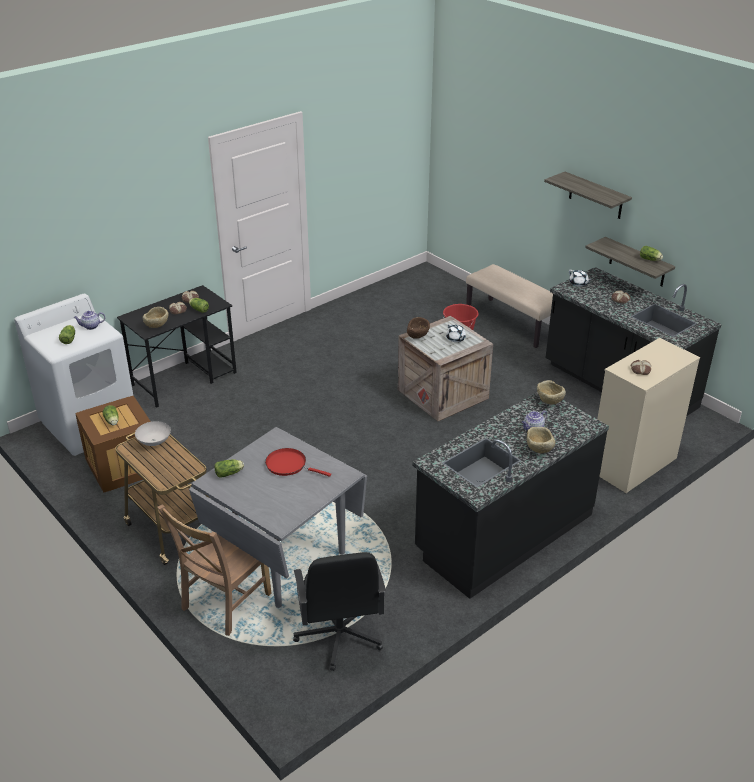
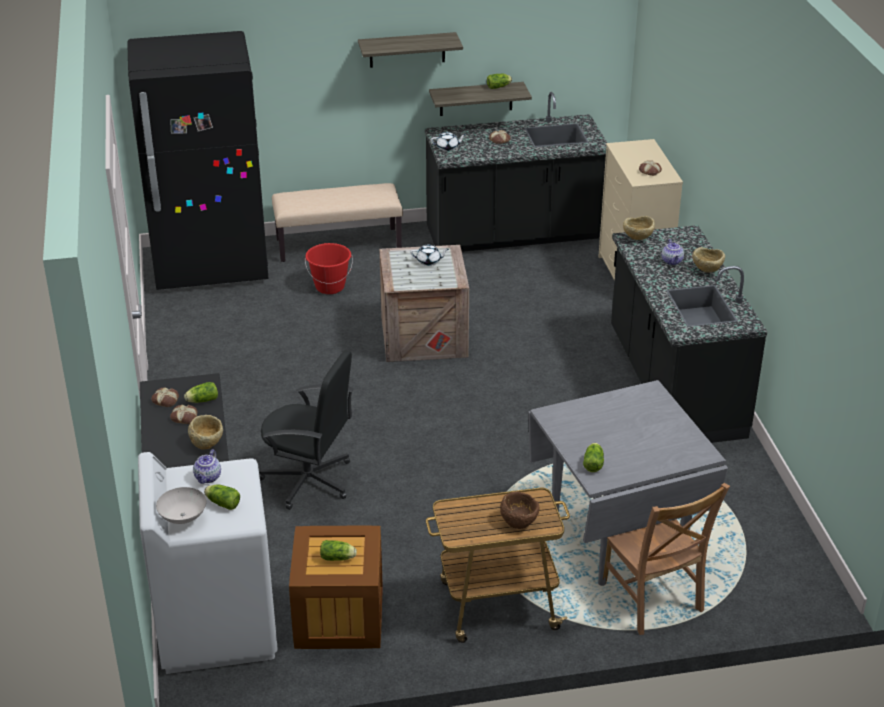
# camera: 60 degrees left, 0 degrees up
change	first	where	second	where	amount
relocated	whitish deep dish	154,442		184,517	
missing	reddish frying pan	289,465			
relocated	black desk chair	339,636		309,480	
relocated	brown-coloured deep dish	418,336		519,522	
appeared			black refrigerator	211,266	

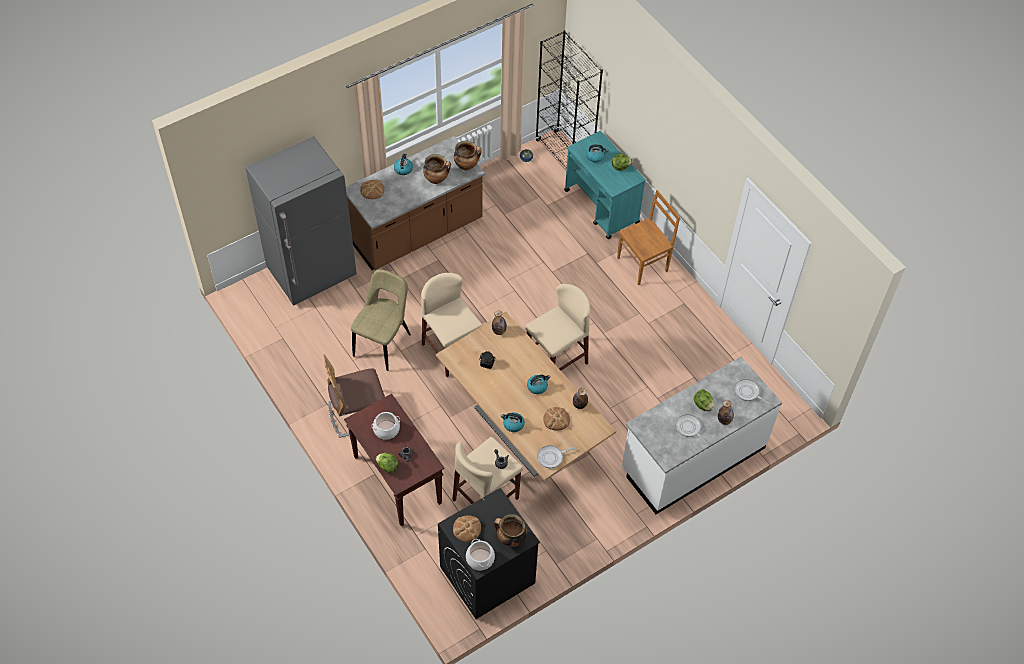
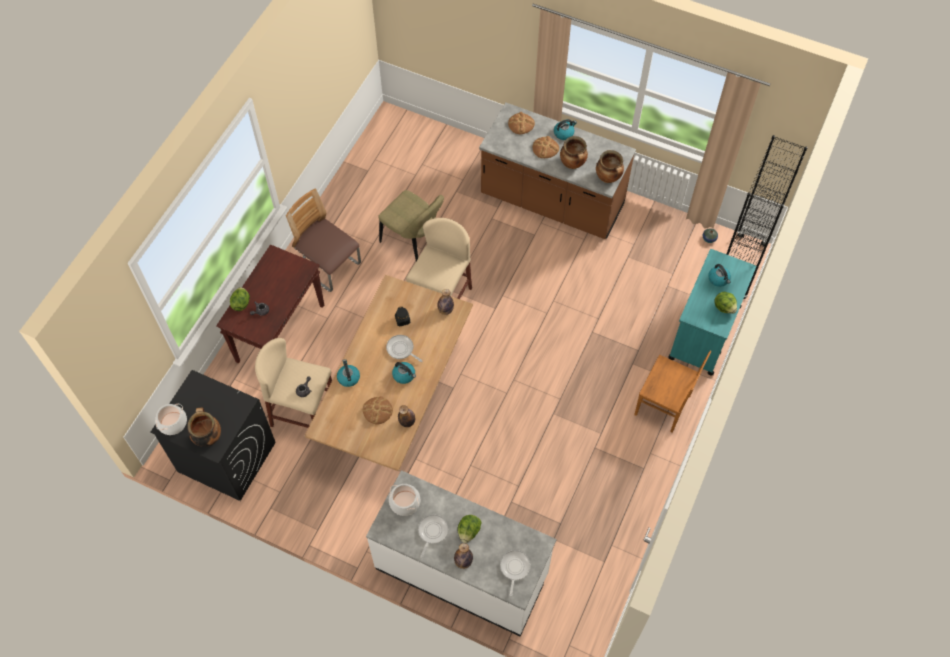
# camera: 60 degrees right, 5 degrees up
change	first	where	second	where	amount
missing	grey refrigerator	312,274			
spun	sand-coloured chair	383,343		414,244	45 degrees clockwise
relocated	saucepot	386,430		404,502	
relocated	baked bread	467,529		545,148	
missing	sand-coloured stool	556,361			
relocated	frying pan	551,457		401,349	

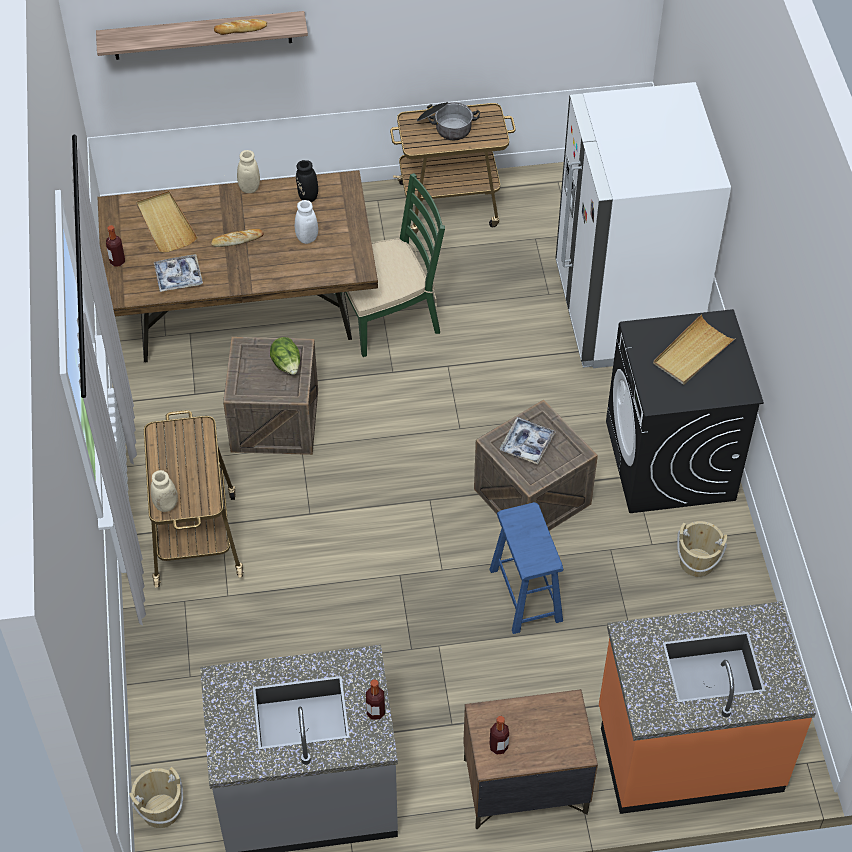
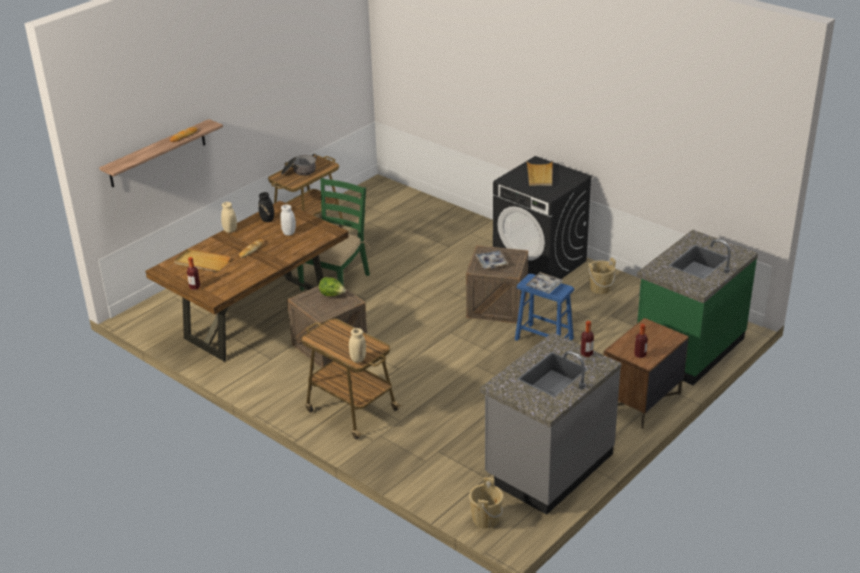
# camera: 40 degrees left, 20 degrees down
change	first	where	second	where	amount
relocated	serving tray	178,277		544,286	
missing	whitish refrigerator	624,311			
colour	orange kitchen counter	688,749	green-coloured kitchen counter	688,348	

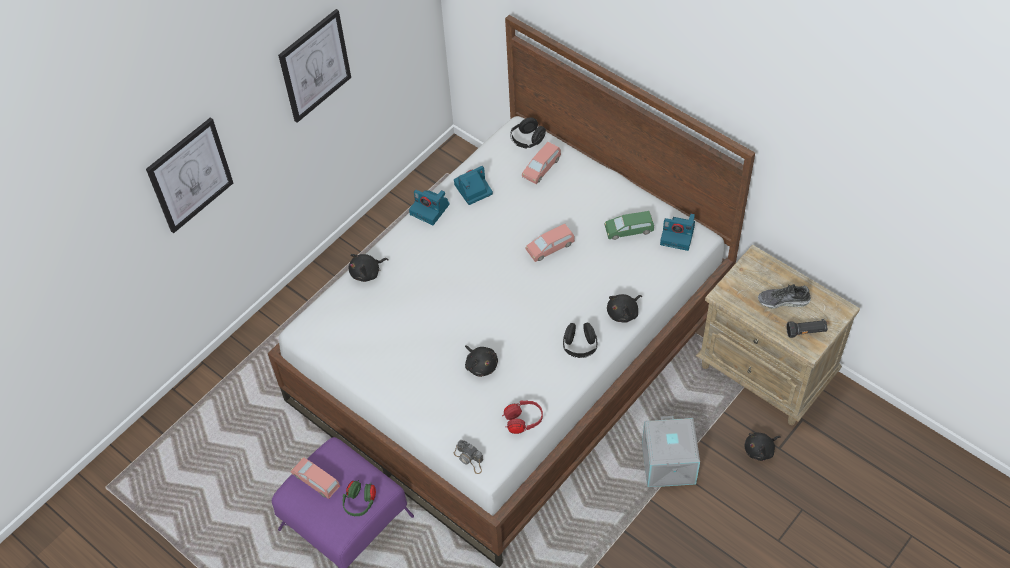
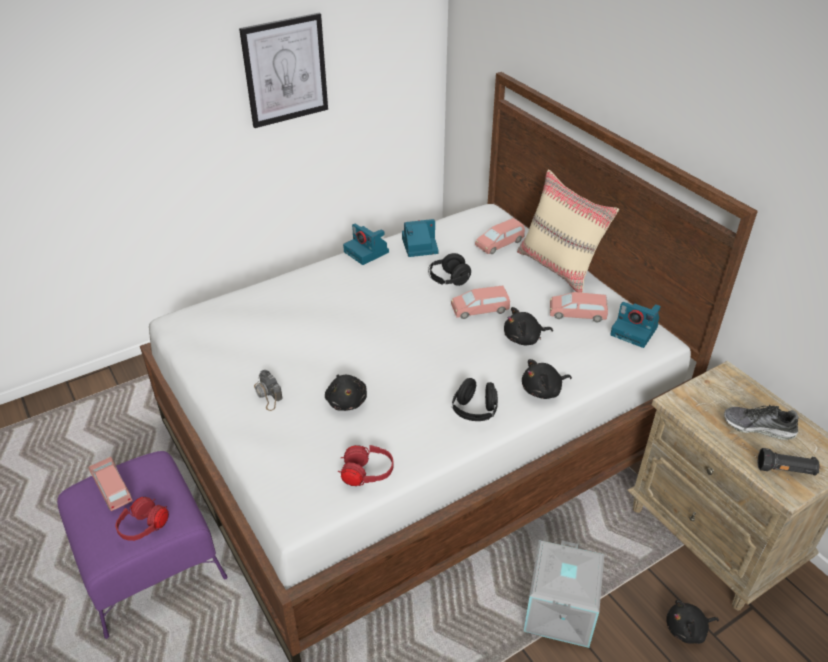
# camera: 15 degrees right, 15 degrees down
change	first	where	second	where	amount
missing	wall art	190,175			
colour	green-coloured headphones	360,502	reddish headphones	144,527	
relocated	black cuddly toy	367,273		524,338	
relocated	still camera	469,459		268,395	
relocated	black headphones	527,140		448,280	
colour	green-coloured miniature car	629,230	pinkish miniature car	577,314	
appeared			sand-coloured cushion	559,268	

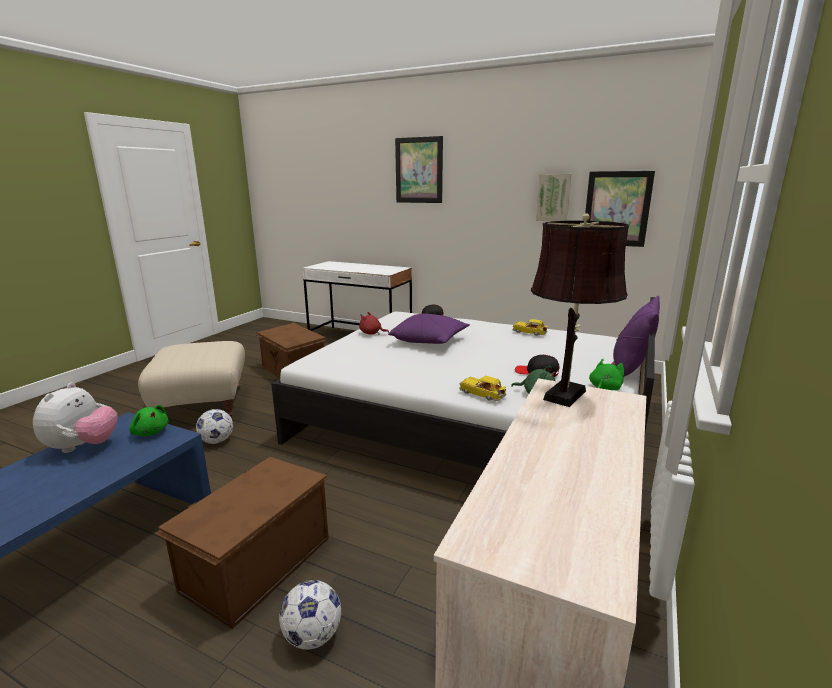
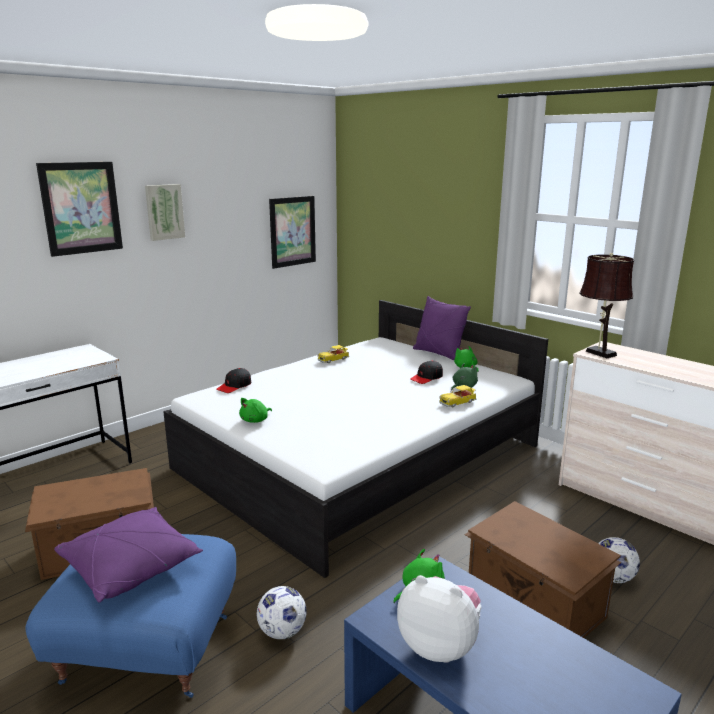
# camera: 70 degrees left, 0 degrees up
change	first	where	second	where	amount
colour	sand-coloured footrest	204,406	blue-coloured footrest	147,650	
colour	reddish cuddly toy	372,333	green-coloured cuddly toy	255,420	
relocated	purple-coloured cushion	429,340		131,567	
relocated	wall art	553,197		164,212	

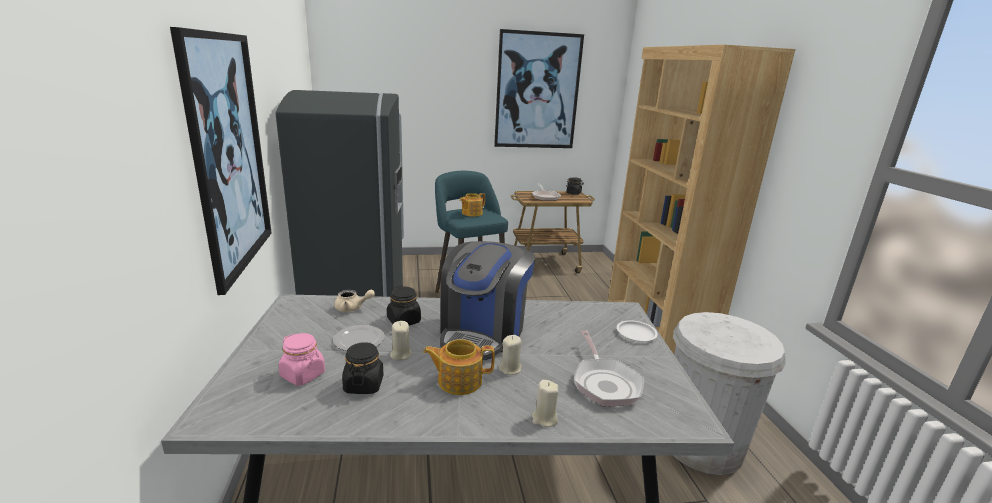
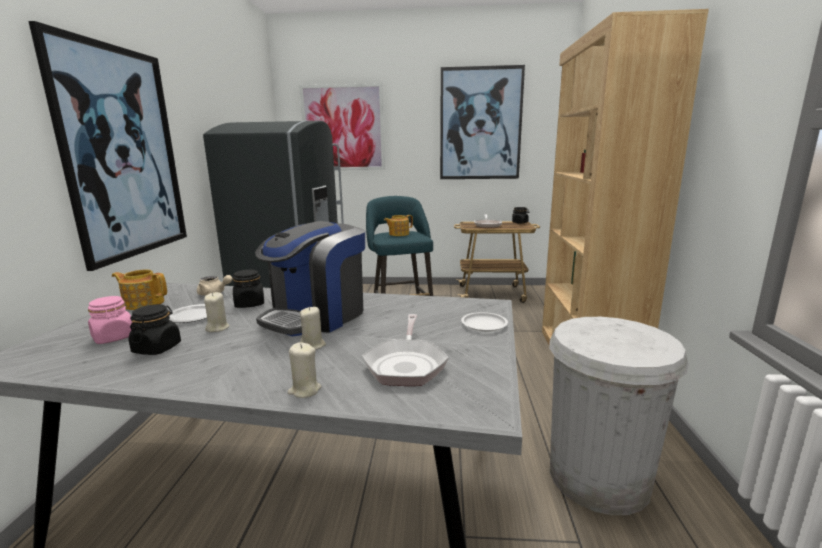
# camera: 15 degrees right, 5 degrees down
change	first	where	second	where	amount
relocated	tea pot	458,380		143,303	
appeared			wall art	343,128	

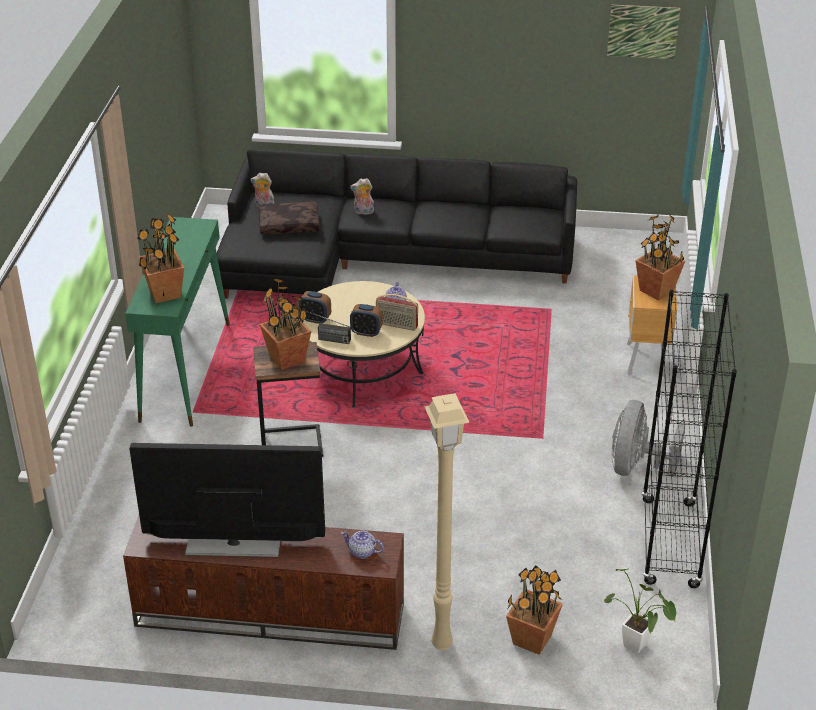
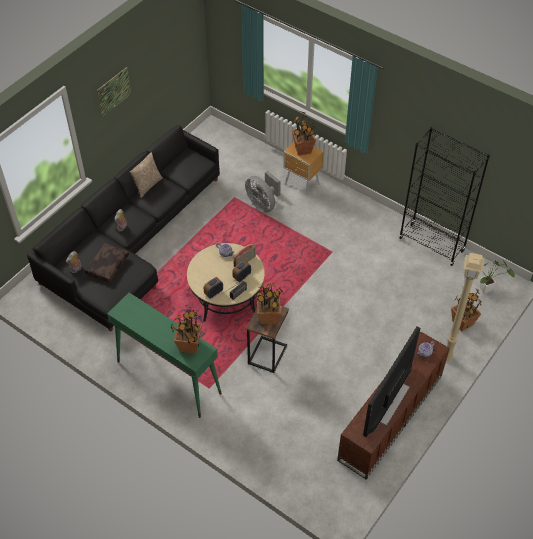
# camera: 60 degrees left, 15 degrees up
change	first	where	second	where	amount
relocated	wall art	643,31		114,92	
relocated	grey fan	636,467		263,204	
appeared			cushion	147,185	

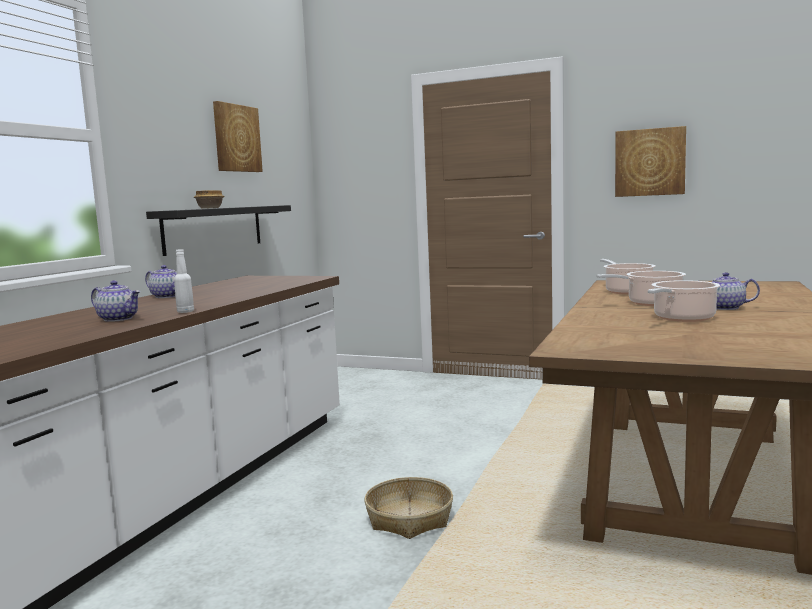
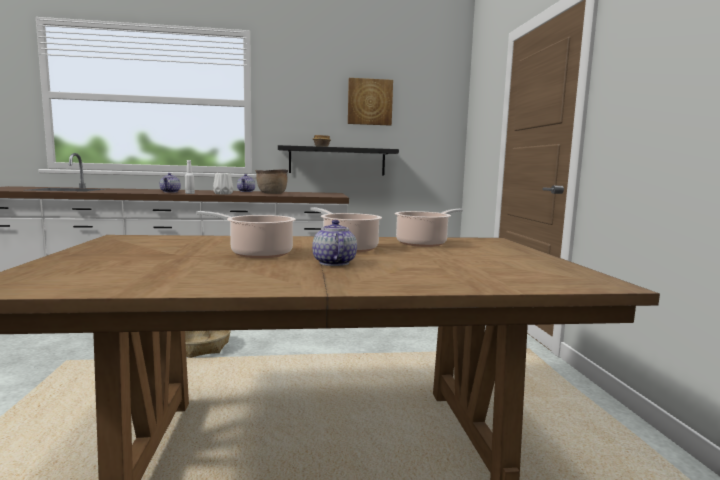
# camera: 60 degrees right, 0 degrees up
change	first	where	second	where	amount
missing	wall art	650,162			
appeared			whitish vase	223,194	
appeared			brown-coloured saucepot	271,193	

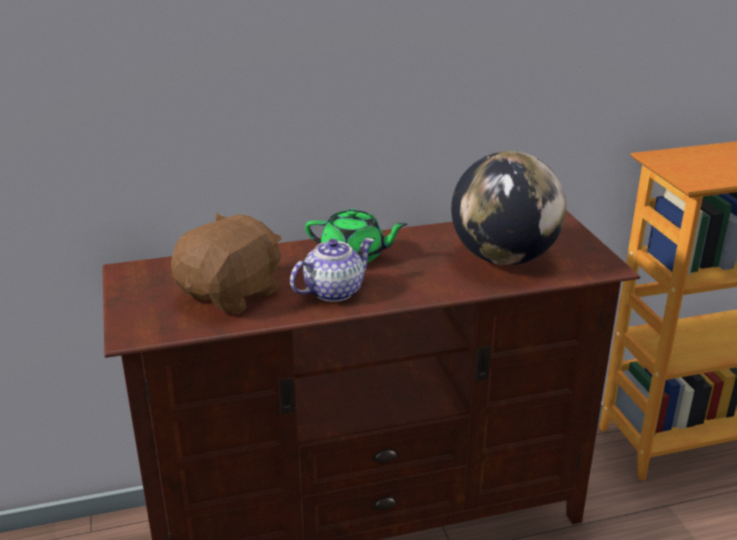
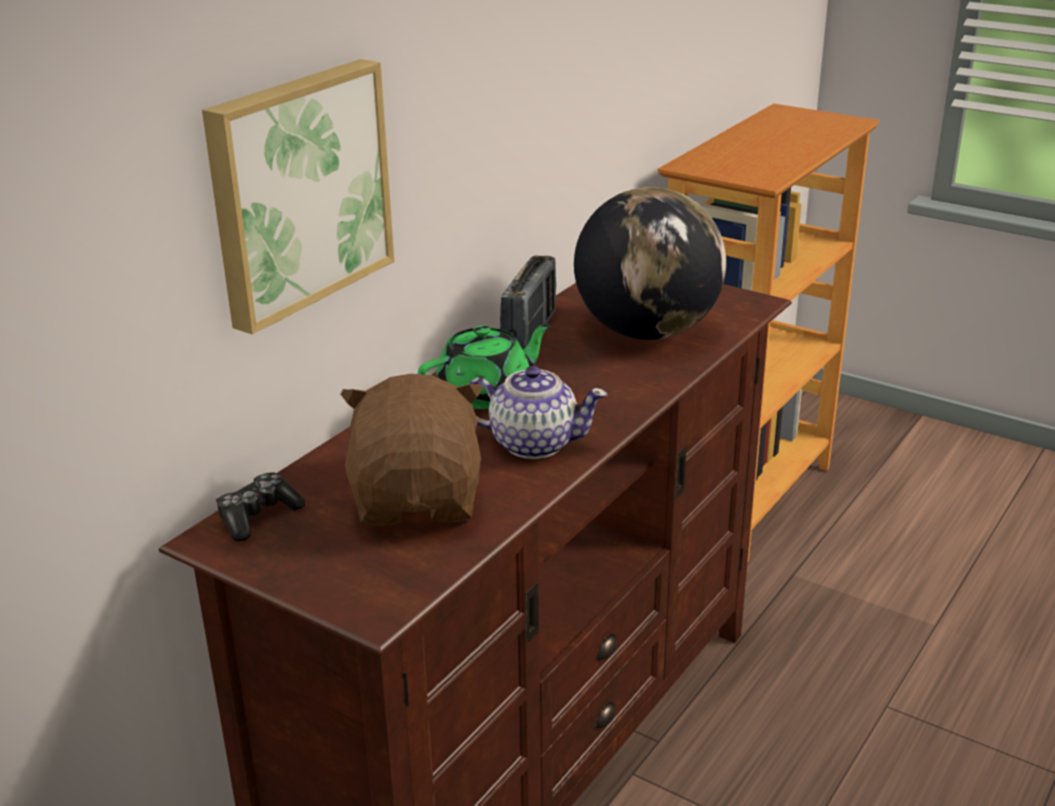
# camera: 40 degrees left, 0 degrees up
change	first	where	second	where	amount
spun	tea pot	332,291		533,443	90 degrees clockwise
appeared			wall art	297,190	
appeared			gamepad	258,517	
appeared			radio set	529,334	

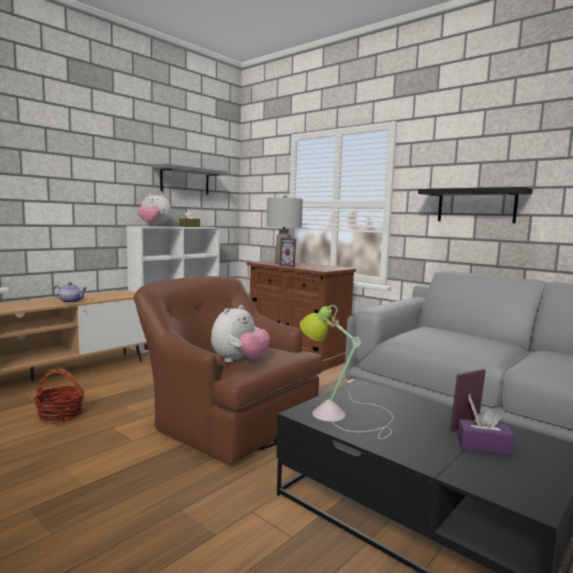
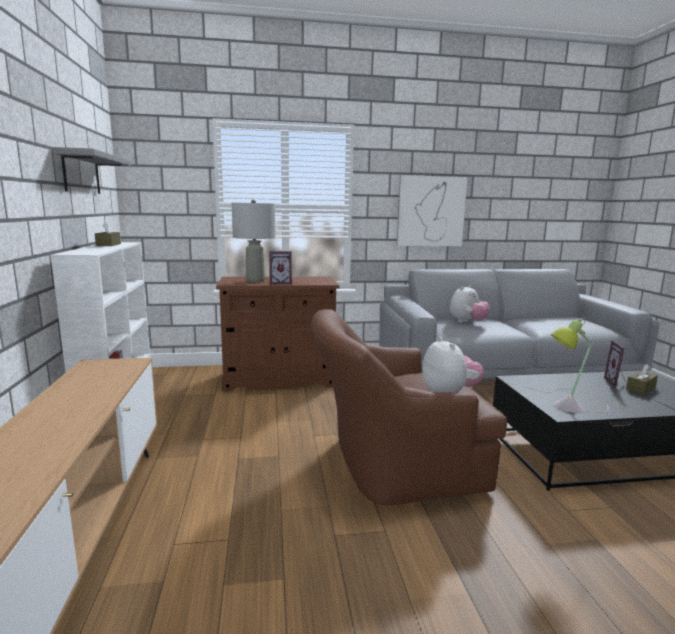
# camera: 50 degrees left, 5 degrees up
change	first	where	second	where	amount
missing	basket	60,414			
missing	tea pot	71,301			
relocated	cuddly toy	154,226		467,322	
exchanged	black shelf	476,206	wall art	430,211	
colour	purple-coloured tissue box	484,446	brown-coloured tissue box	640,388	

